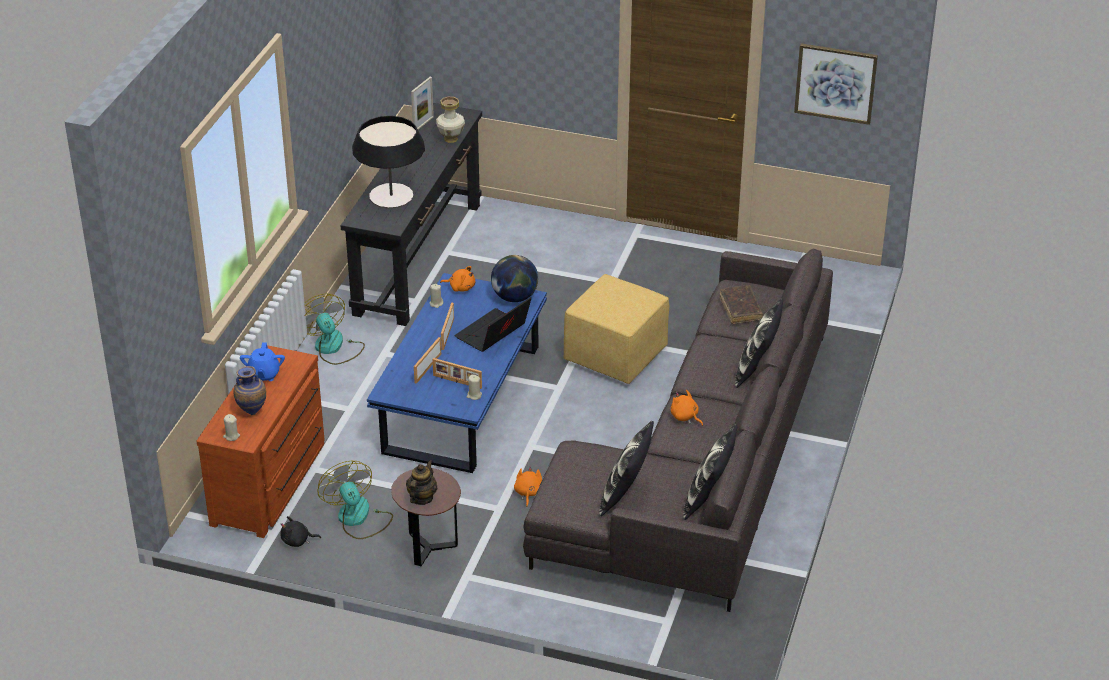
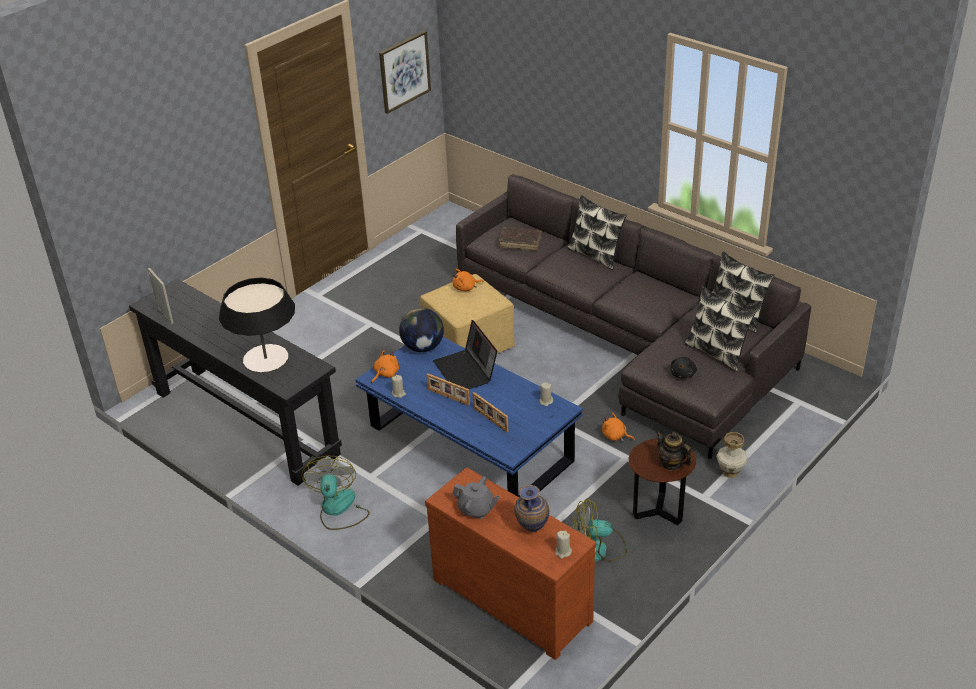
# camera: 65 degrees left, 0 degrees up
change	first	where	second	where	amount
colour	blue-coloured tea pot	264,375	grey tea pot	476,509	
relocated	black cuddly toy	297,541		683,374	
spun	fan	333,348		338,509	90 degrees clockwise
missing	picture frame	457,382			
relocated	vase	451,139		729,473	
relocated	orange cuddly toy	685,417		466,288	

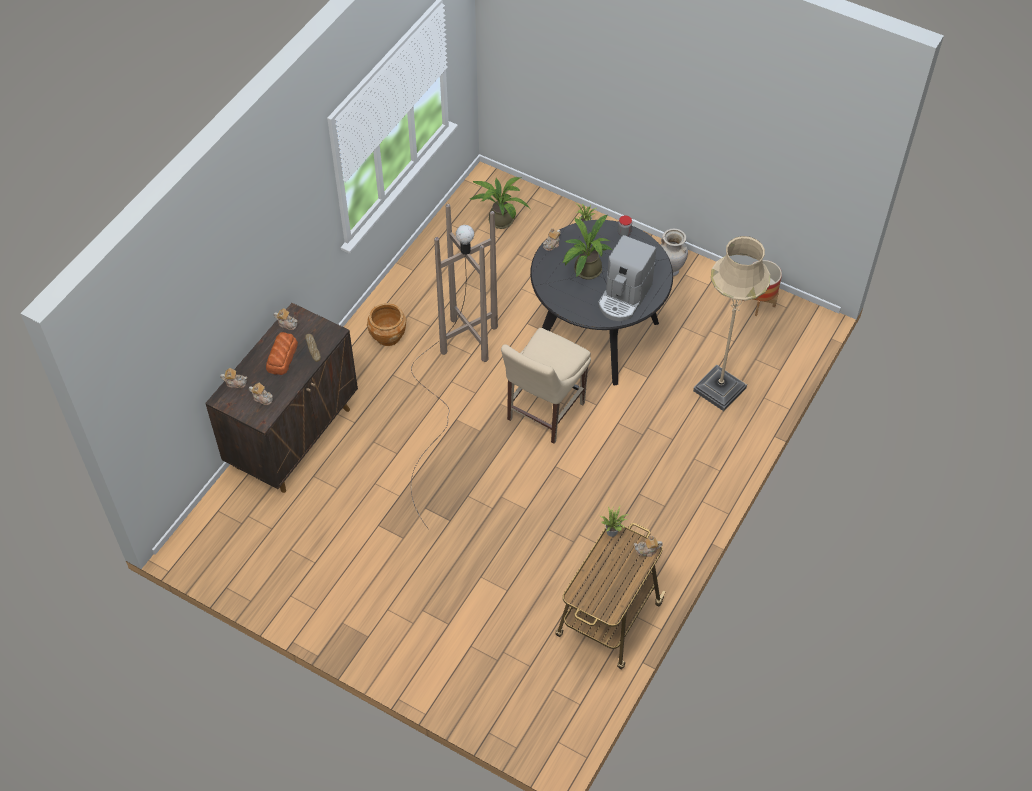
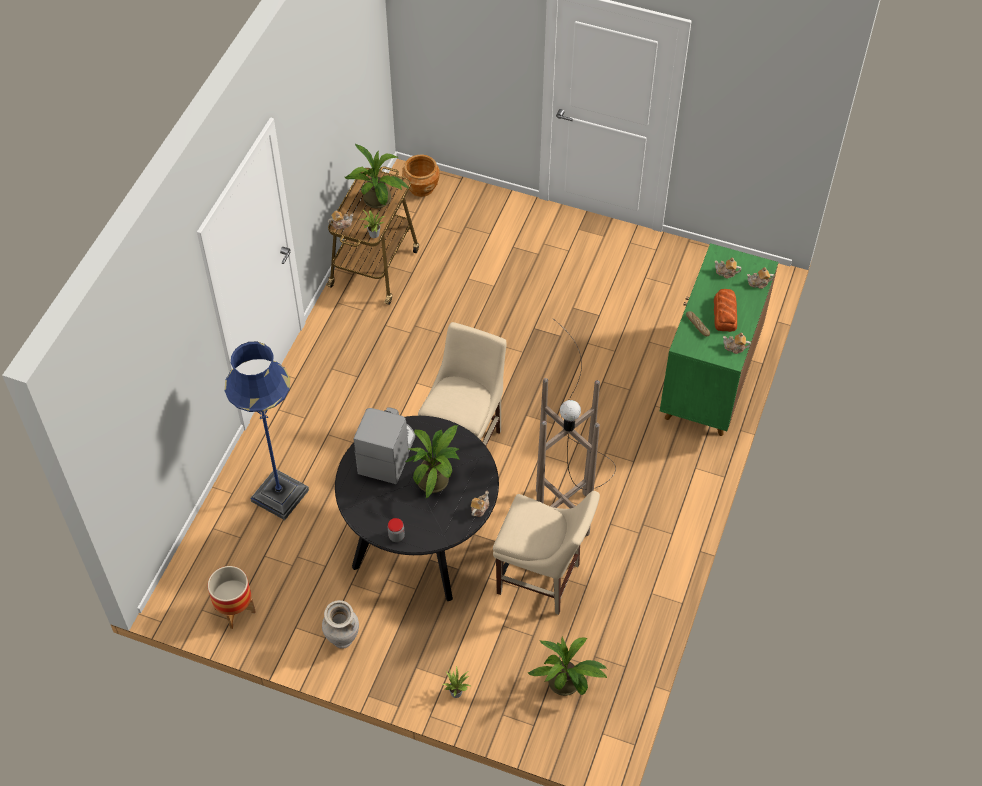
# camera: 170 degrees right, 0 degrees up
change	first	where	second	where	amount
colour	brown-coloured cupboard	294,437	green-coloured cupboard	709,383	
relocated	brown-coloured flower pot	388,336		421,187	
colour	sand-coloured standing lamp	719,389	blue-coloured standing lamp	280,495	
appeared			houseplant	379,202	
appeared			sand-coloured chair	542,580	

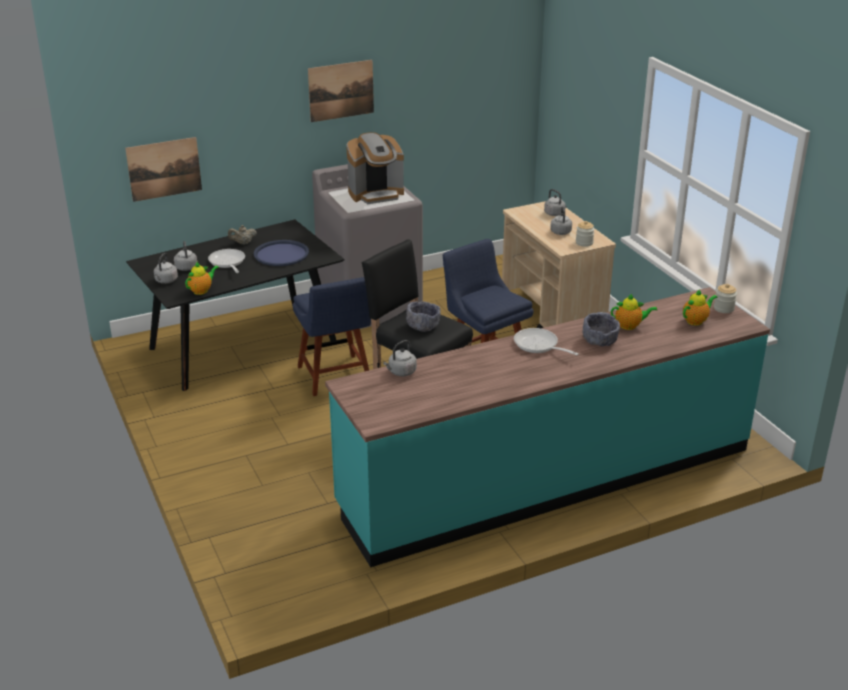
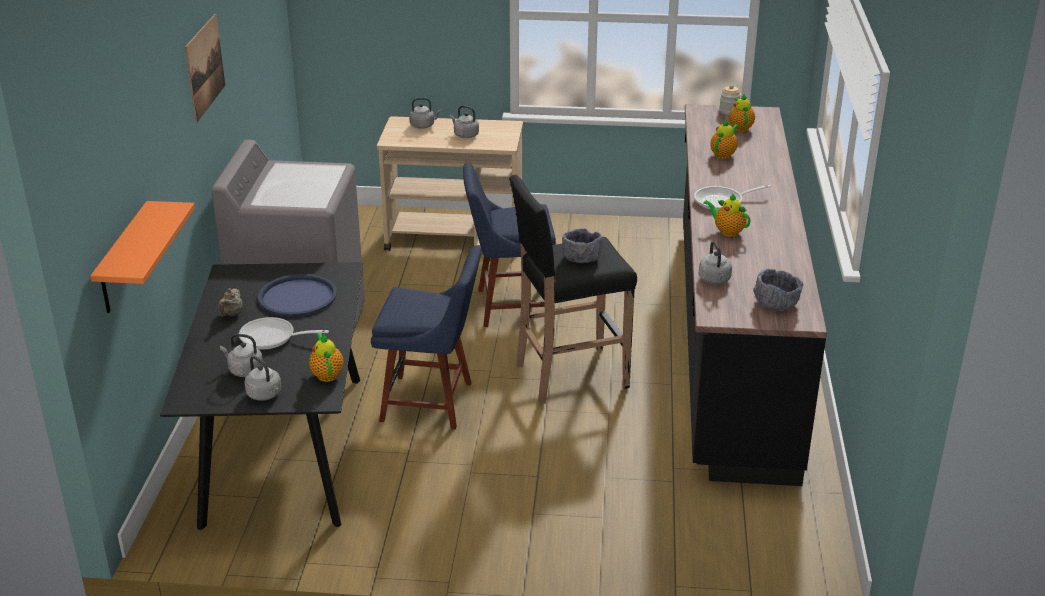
# camera: 60 degrees left, 0 degrees up
change	first	where	second	where	amount
exchanged	wall art	164,169	orange shelf	123,259	
colour	blue-green kitchen counter	547,478	black kitchen counter	730,339	
missing	coffee machine	376,194			
missing	storage jar	584,243			
relocated	grey deep dish	599,340		776,303	
appeared			tea pot	727,231	

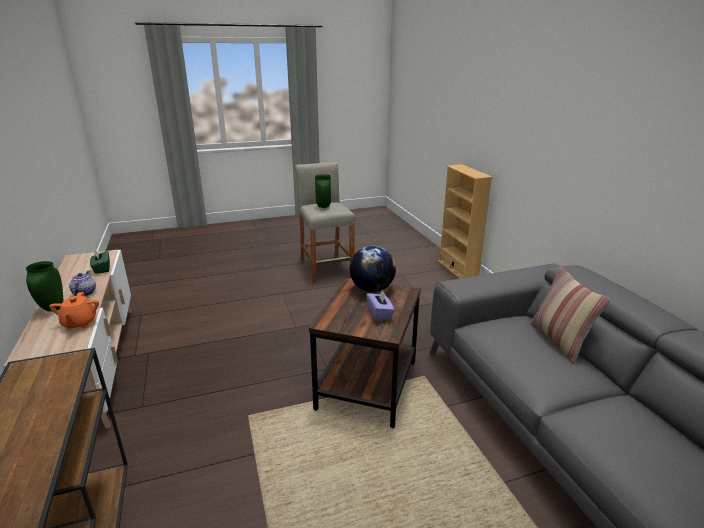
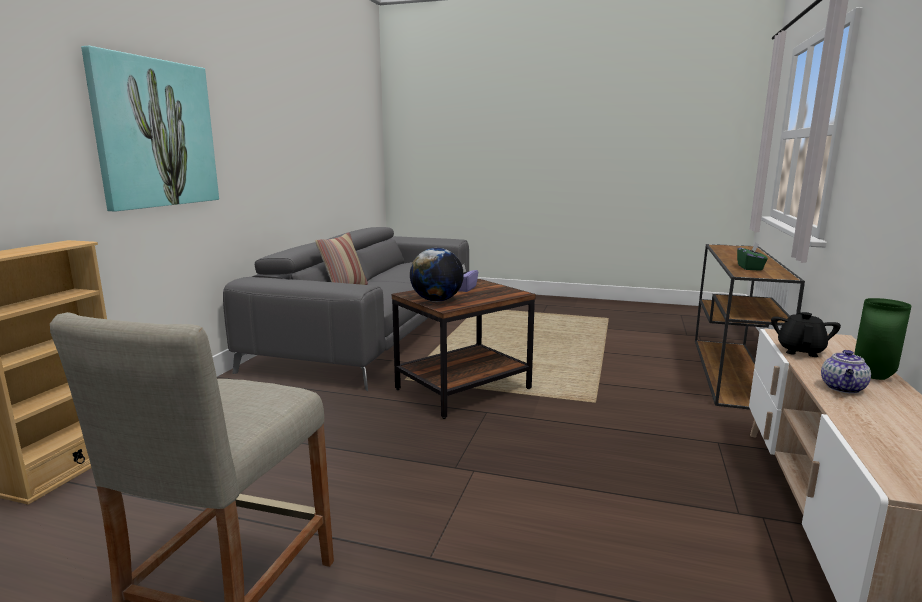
# camera: 145 degrees left, 10 degrees down
change	first	where	second	where	amount
colour	orange tea pot	79,323	black tea pot	800,351	
relocated	green-coloured tissue box	102,269		750,268	
missing	green-coloured vase	324,206			
appeared			wall art	155,134	

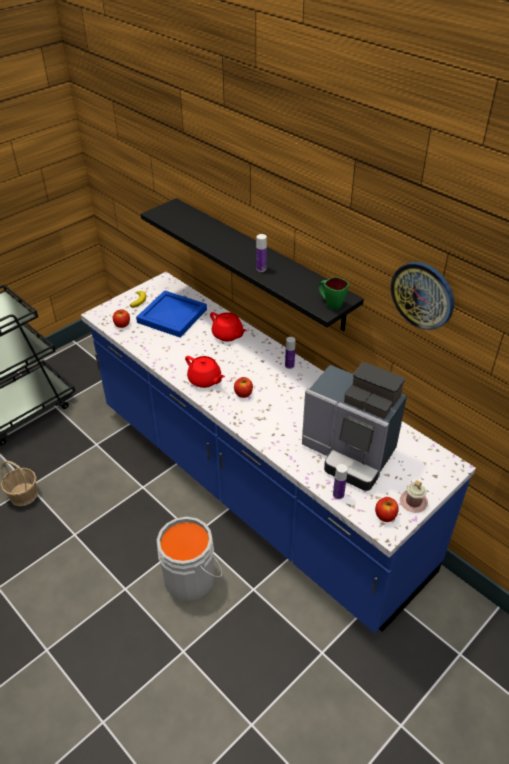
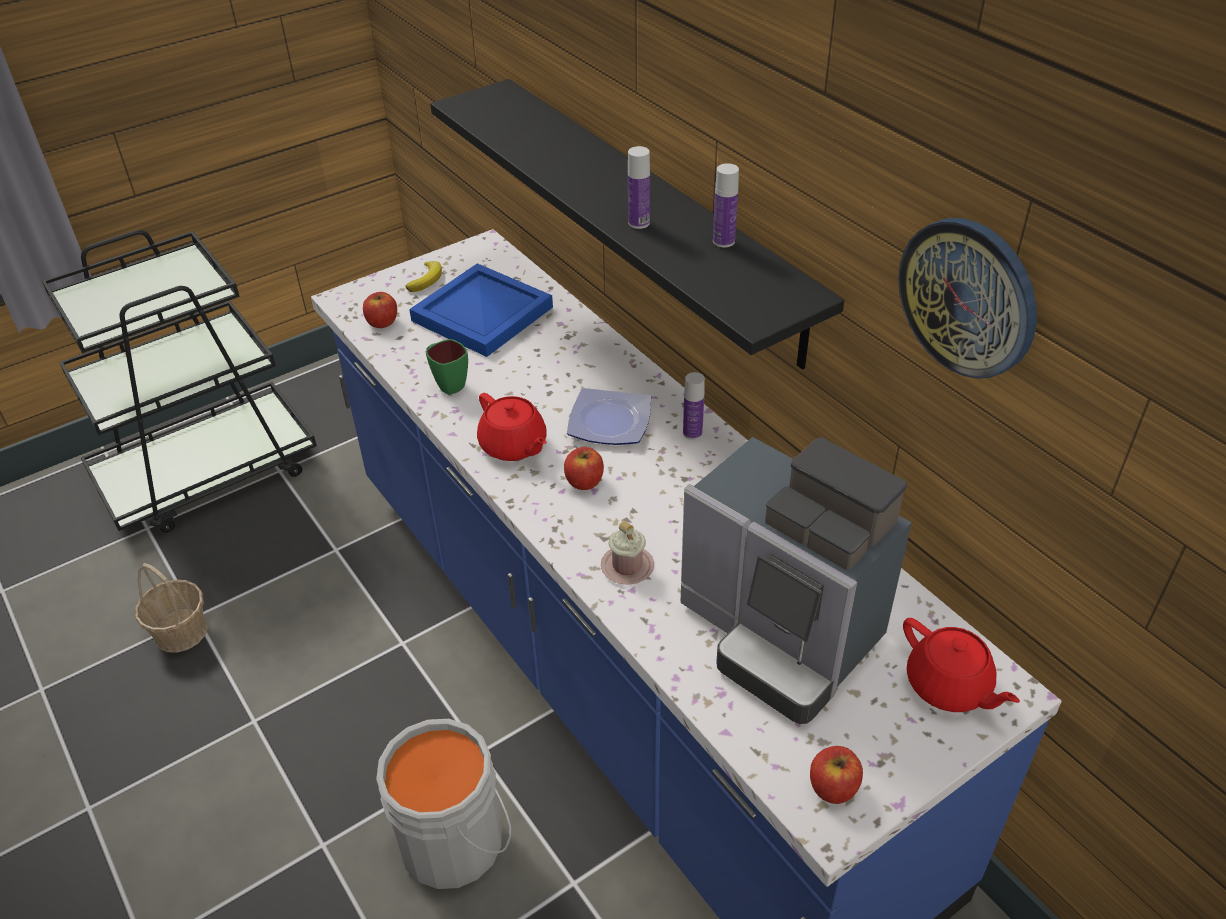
# camera: 10 degrees right, 0 degrees up
change	first	where	second	where	amount
relocated	reddish tea pot	228,335		949,686	
relocated	green-coloured coffee mug	331,303		447,383	
relocated	bottle	338,494		723,241	
relocated	pinkish coffee mug	413,502		627,566	
appeared			plate	608,422	

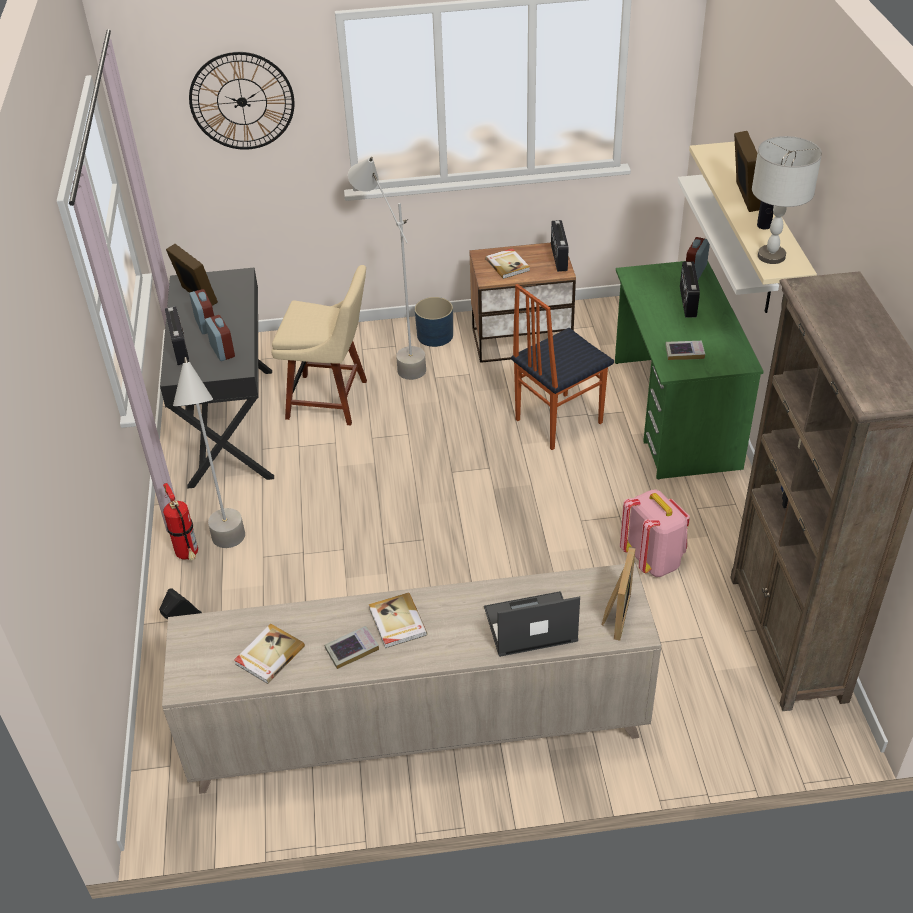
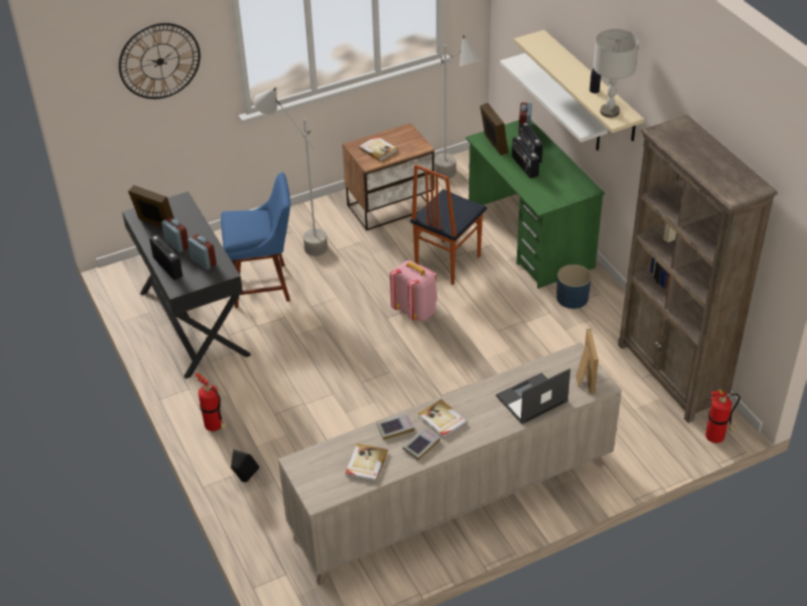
# camera: 20 degrees left, 0 degrees up
change	first	where	second	where	amount
relocated	grey standing lamp	232,556		456,181	
colour	sand-coloured chair	331,400	blue-coloured chair	264,285	
relocated	blue-coloured flower pot	435,336		572,298	
relocated	radio set	558,258		524,167	
relocated	pinkish rucksack	653,559		415,311	
relocated	bound book	684,352		395,428	
relocated	picture frame	744,197		493,145	
appeared			extinguisher	716,438	

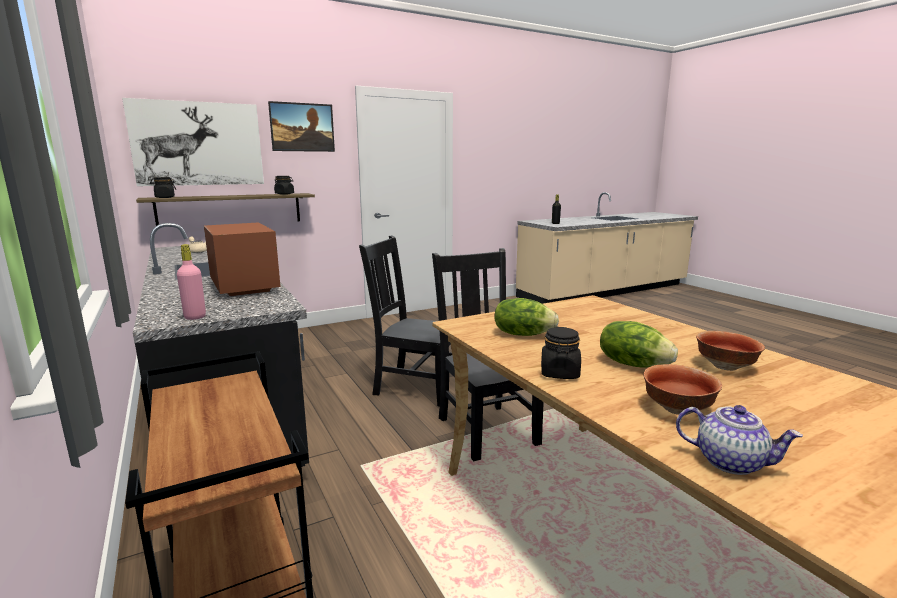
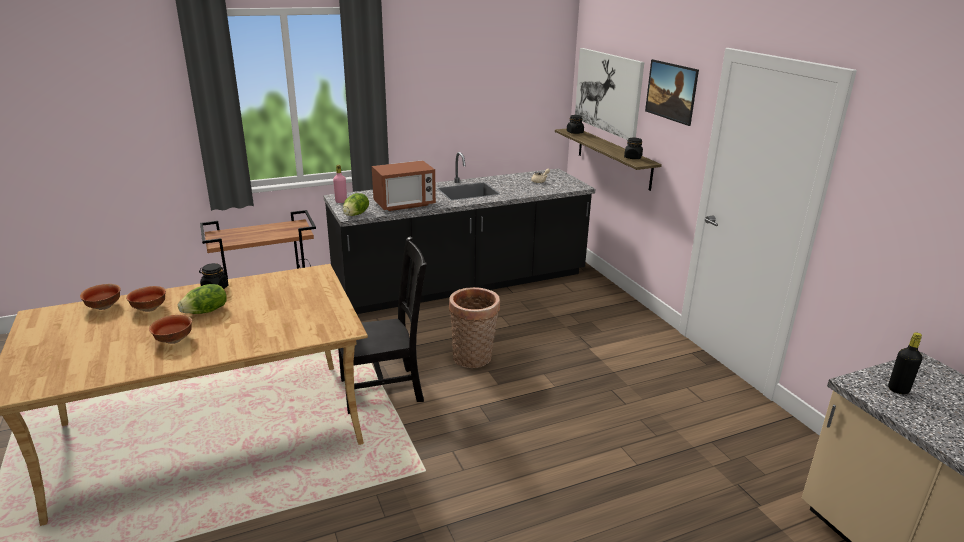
# camera: 95 degrees right, 10 degrees up
change	first	where	second	where	amount
exchanged	black chair	415,387	basket	473,359	
relocated	lettuce	523,334		356,214	
exchanged	tea pot	730,462	deep dish	104,307	

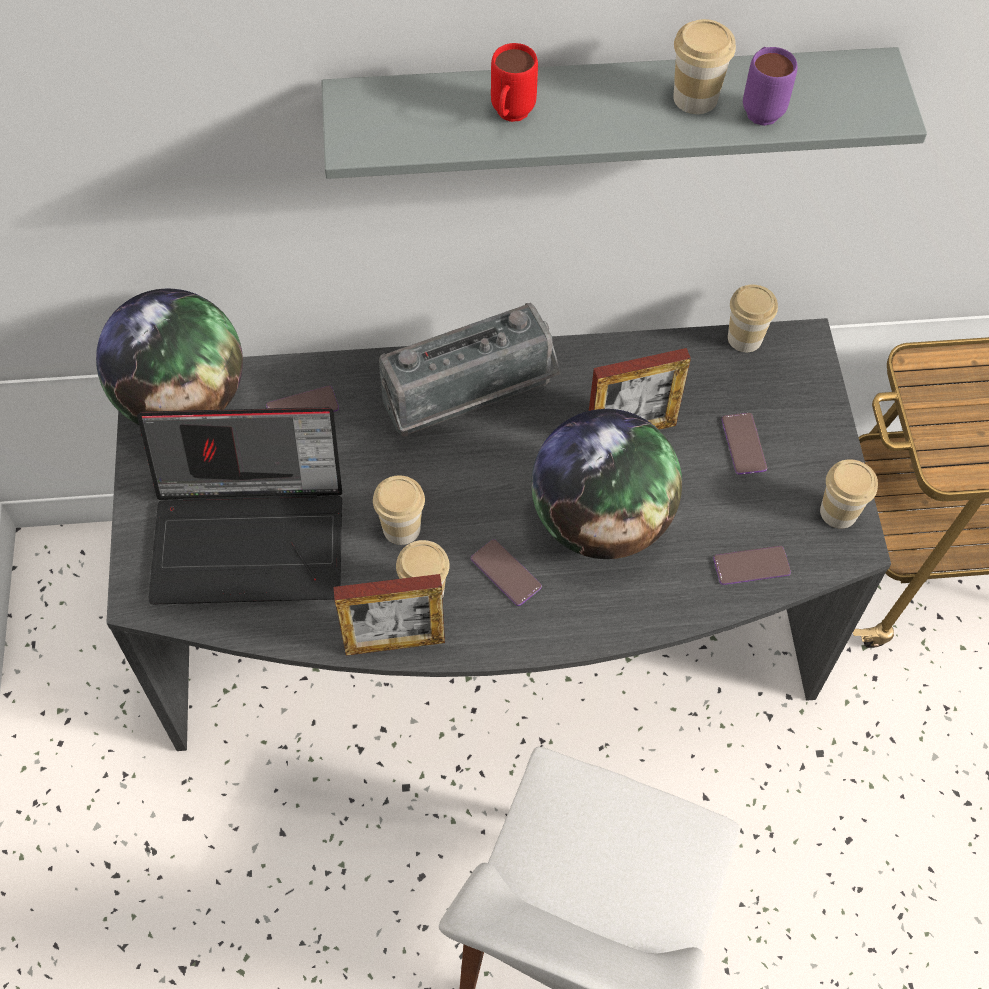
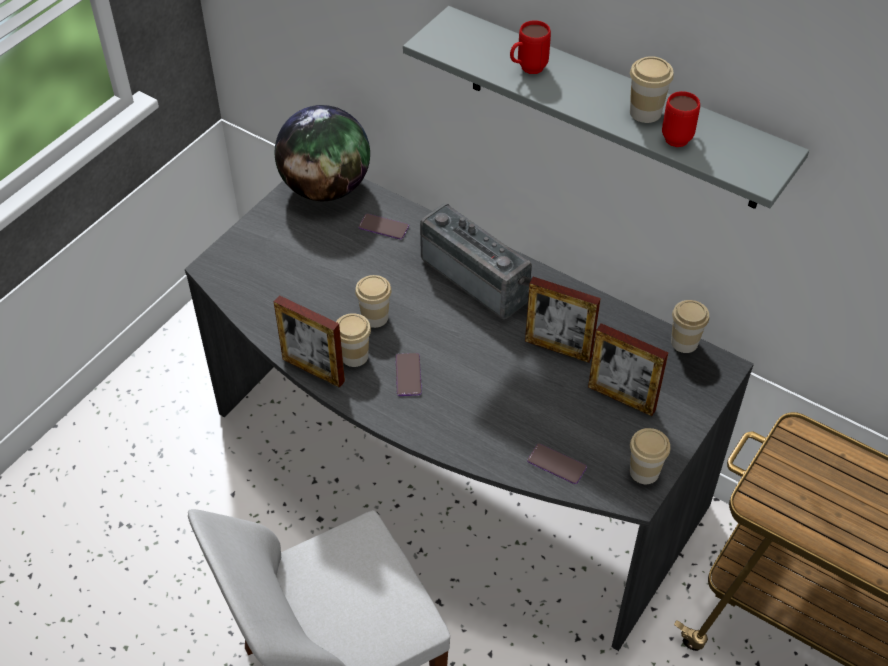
# camera: 40 degrees right, 10 degrees down
change	first	where	second	where	amount
missing	portable computer	252,535			
spun	radio set	470,401		479,277	150 degrees counterclockwise
missing	world globe	601,520			
exchanged	telephone	743,444	picture frame	621,398	
colour	purple-coloured coffee mug	760,107	reddish coffee mug	679,136	

